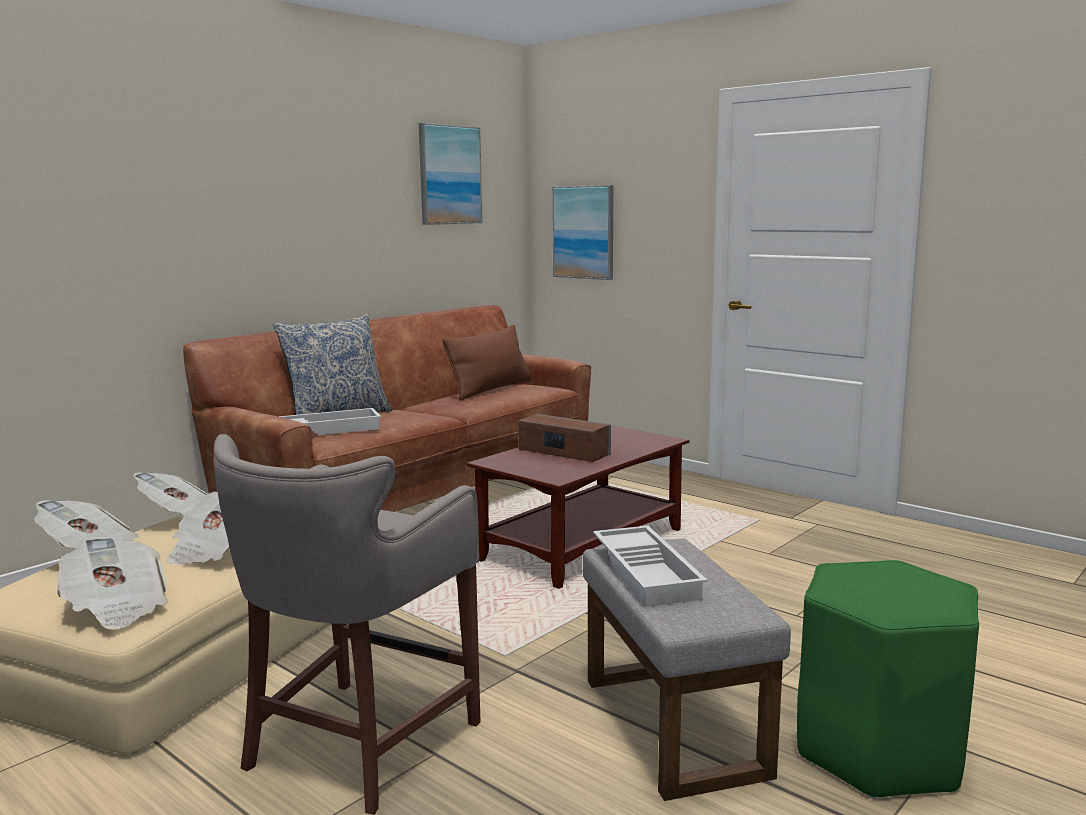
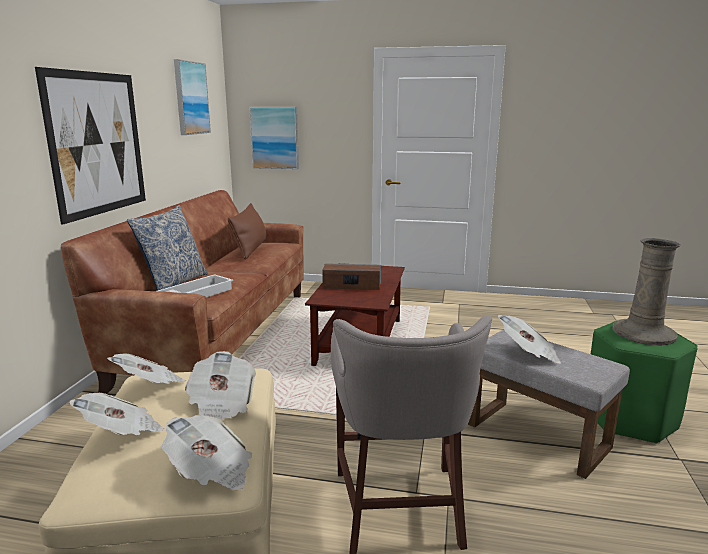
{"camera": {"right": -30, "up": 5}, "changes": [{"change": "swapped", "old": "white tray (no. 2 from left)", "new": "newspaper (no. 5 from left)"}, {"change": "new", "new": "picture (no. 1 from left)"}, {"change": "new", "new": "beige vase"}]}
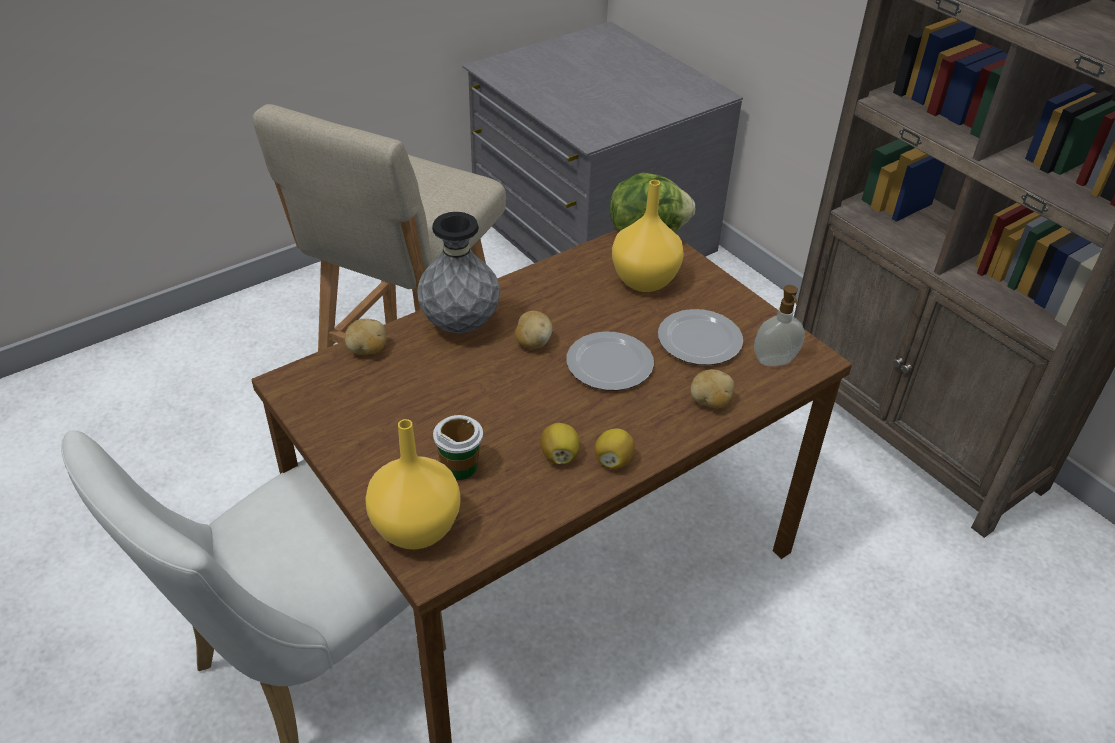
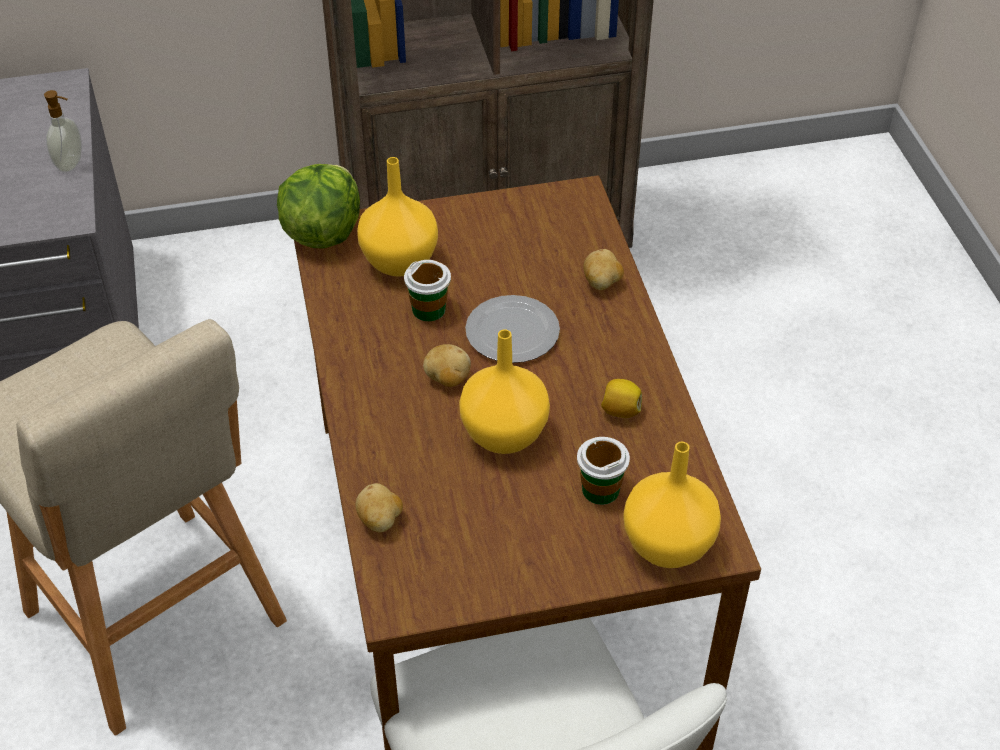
{"camera": {"right": -65, "up": 5}, "changes": [{"change": "gone", "old": "grey vase"}, {"change": "shifted", "old": "soap dispenser"}, {"change": "gone", "old": "plate (no. 2 from left)"}, {"change": "gone", "old": "lemon (no. 2 from left)"}, {"change": "new", "new": "cup (no. 1 from left)"}, {"change": "new", "new": "yellow vase (no. 2 from left)"}]}
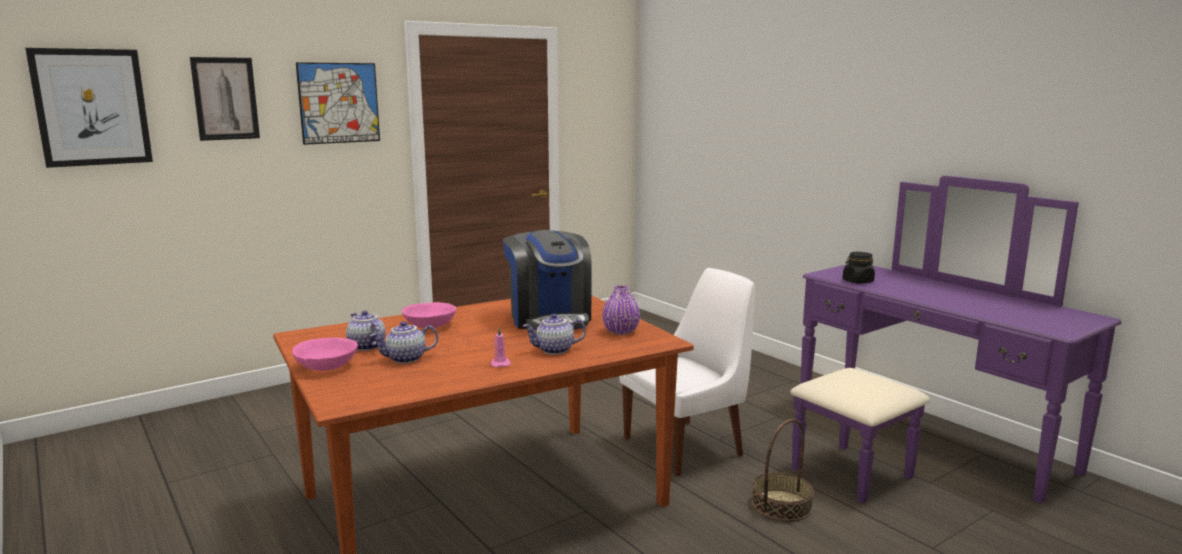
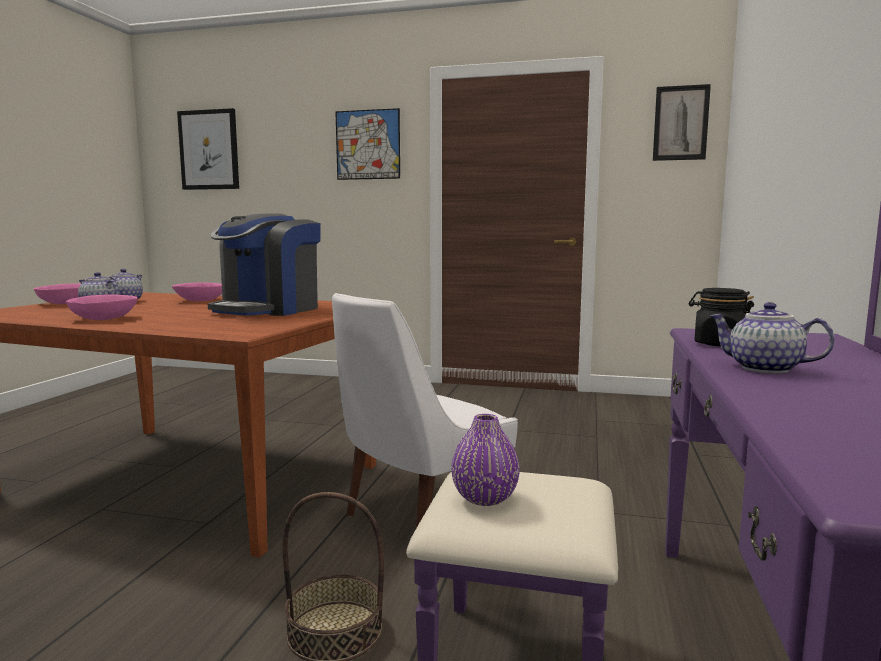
{"camera": {"right": 50, "up": -5}, "changes": [{"change": "shifted", "old": "picture (no. 2 from left in the first image)", "new": "picture (no. 3 from left)"}, {"change": "rotated", "old": "white chair", "degrees": 120}, {"change": "shifted", "old": "purple vase"}, {"change": "shifted", "old": "teapot (no. 3 from left)"}, {"change": "swapped", "old": "pink candle", "new": "pink bowl (no. 2 from left)"}]}
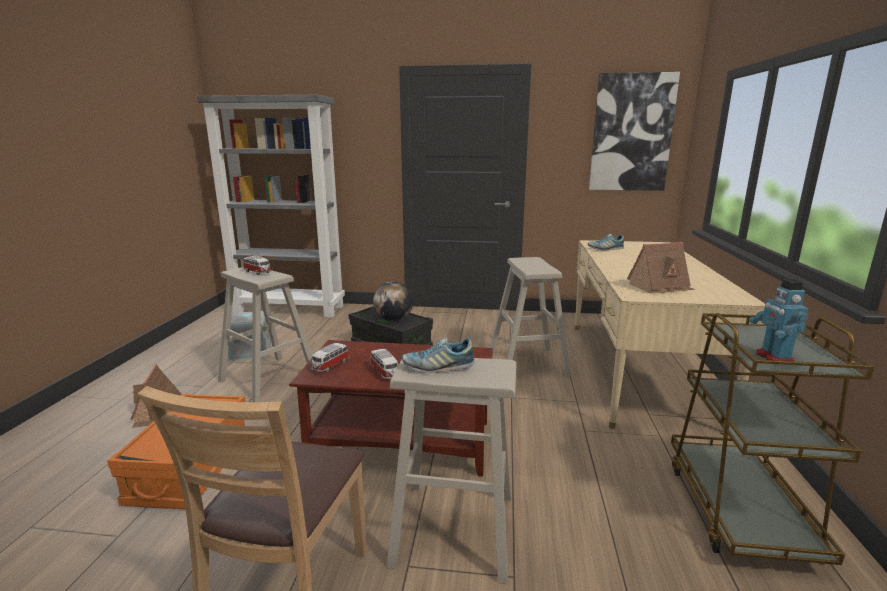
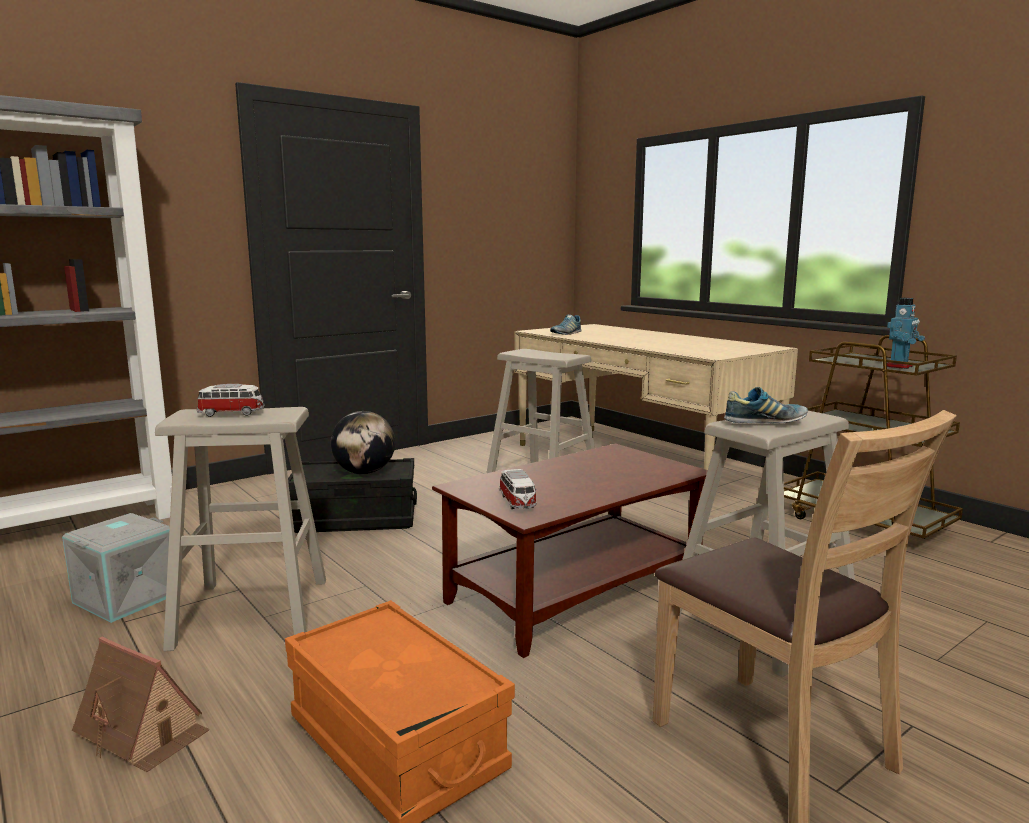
{"camera": {"right": -45, "up": -5}, "changes": [{"change": "gone", "old": "picture"}, {"change": "gone", "old": "toy house (no. 2 from left)"}, {"change": "rotated", "old": "toy robot", "degrees": -90}, {"change": "rotated", "old": "shoe (no. 1 from left in the first image)", "degrees": -135}, {"change": "gone", "old": "toy car (no. 3 from left)"}]}
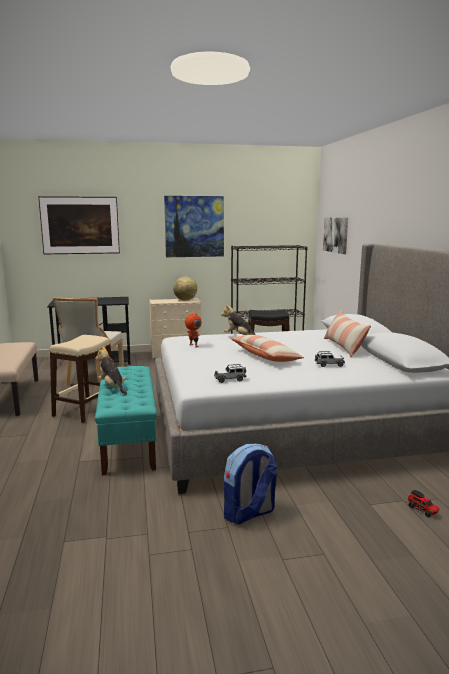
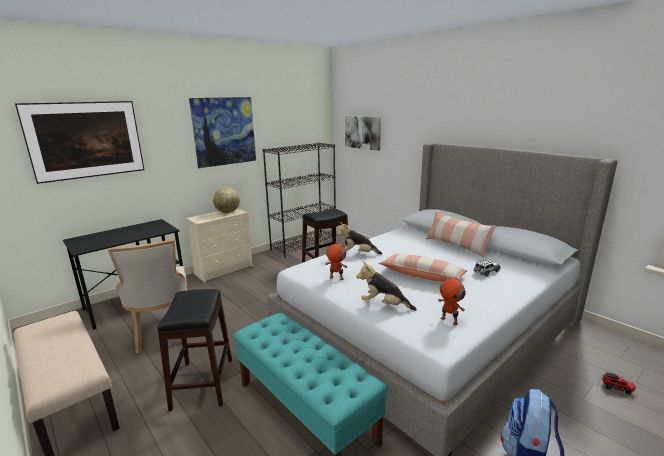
{"camera": {"right": -30, "up": 5}, "changes": [{"change": "repainted", "old": "beige stool", "new": "black stool (no. 1 from left)"}, {"change": "shifted", "old": "plush toy (no. 1 from left in the first image)", "new": "plush toy (no. 2 from left)"}, {"change": "swapped", "old": "toy car (no. 1 from left)", "new": "toy robot (no. 2 from left)"}]}
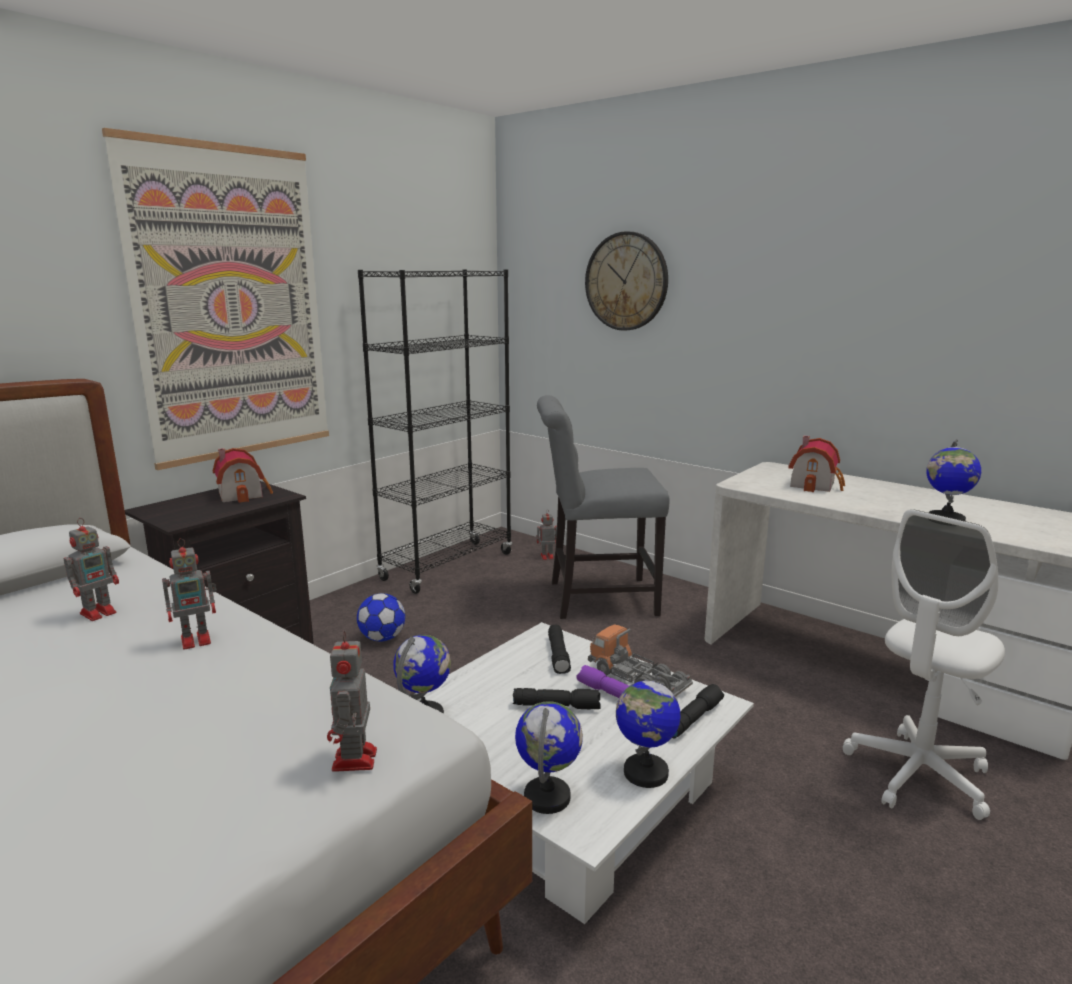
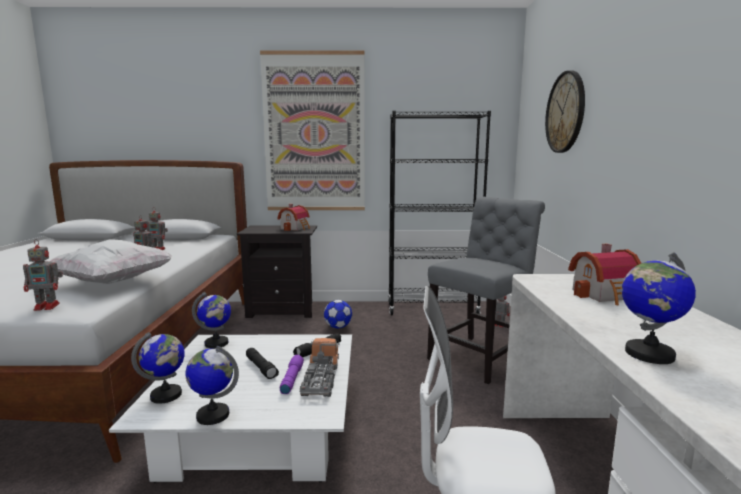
{"camera": {"right": 50, "up": -5}, "changes": [{"change": "rotated", "old": "grey chair", "degrees": 90}, {"change": "rotated", "old": "toy robot (no. 3 from left in the first image)", "degrees": -150}, {"change": "gone", "old": "black flashlight (no. 3 from left)"}, {"change": "new", "new": "white pillow"}]}
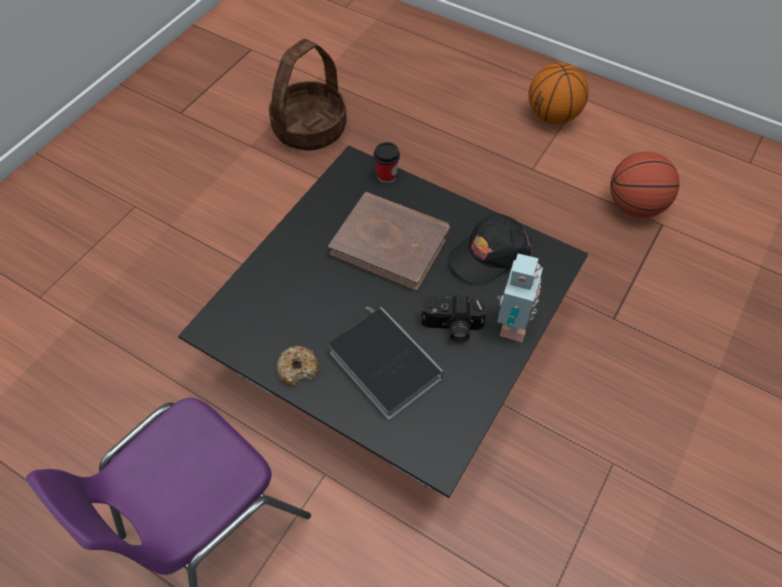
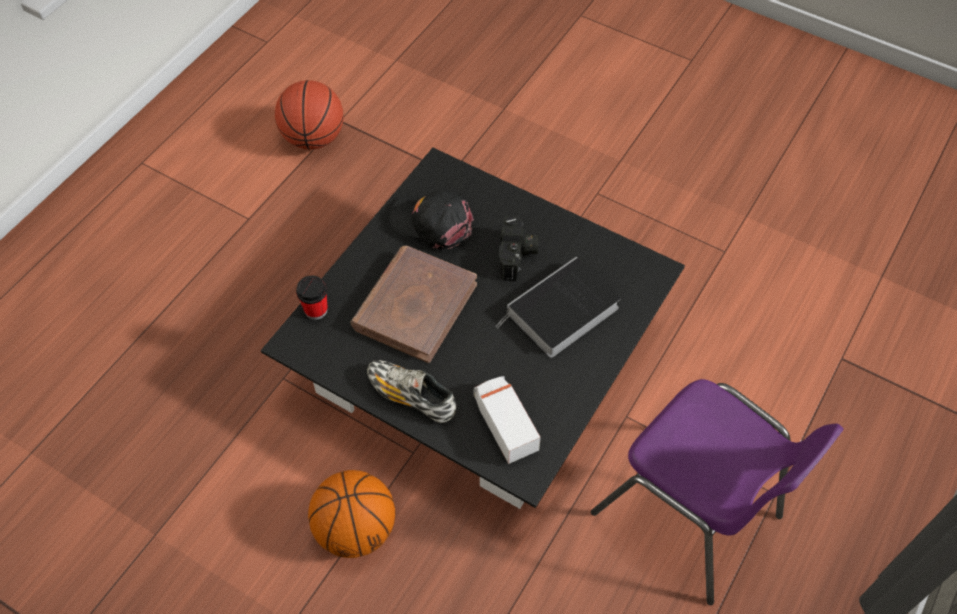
{"camera": {"right": -90, "up": 0}, "changes": [{"change": "gone", "old": "basket"}, {"change": "shifted", "old": "basketball (no. 1 from left in the first image)", "new": "basketball (no. 2 from left)"}, {"change": "rotated", "old": "black cap", "degrees": 150}, {"change": "gone", "old": "toy robot"}, {"change": "gone", "old": "donut"}, {"change": "new", "new": "shoe"}, {"change": "new", "new": "toy truck"}]}
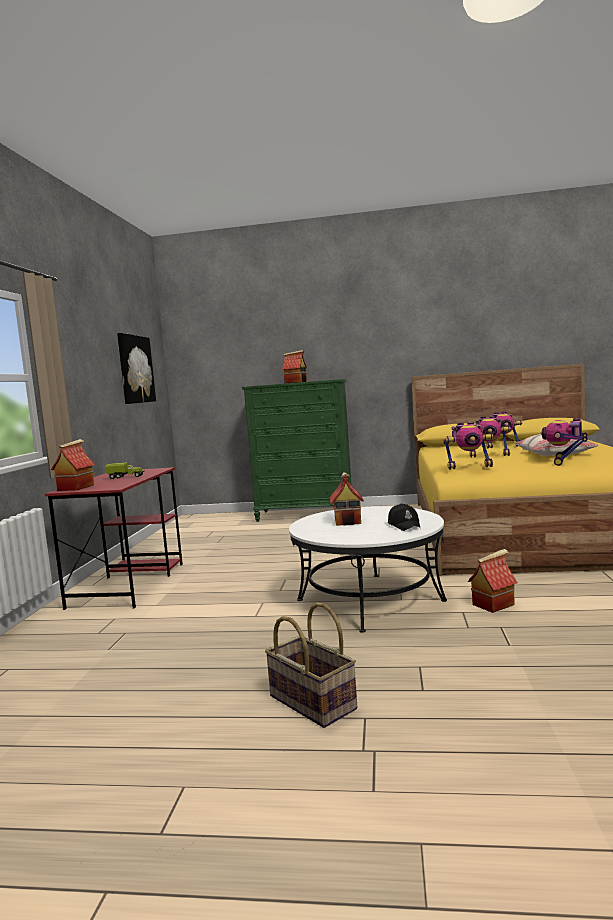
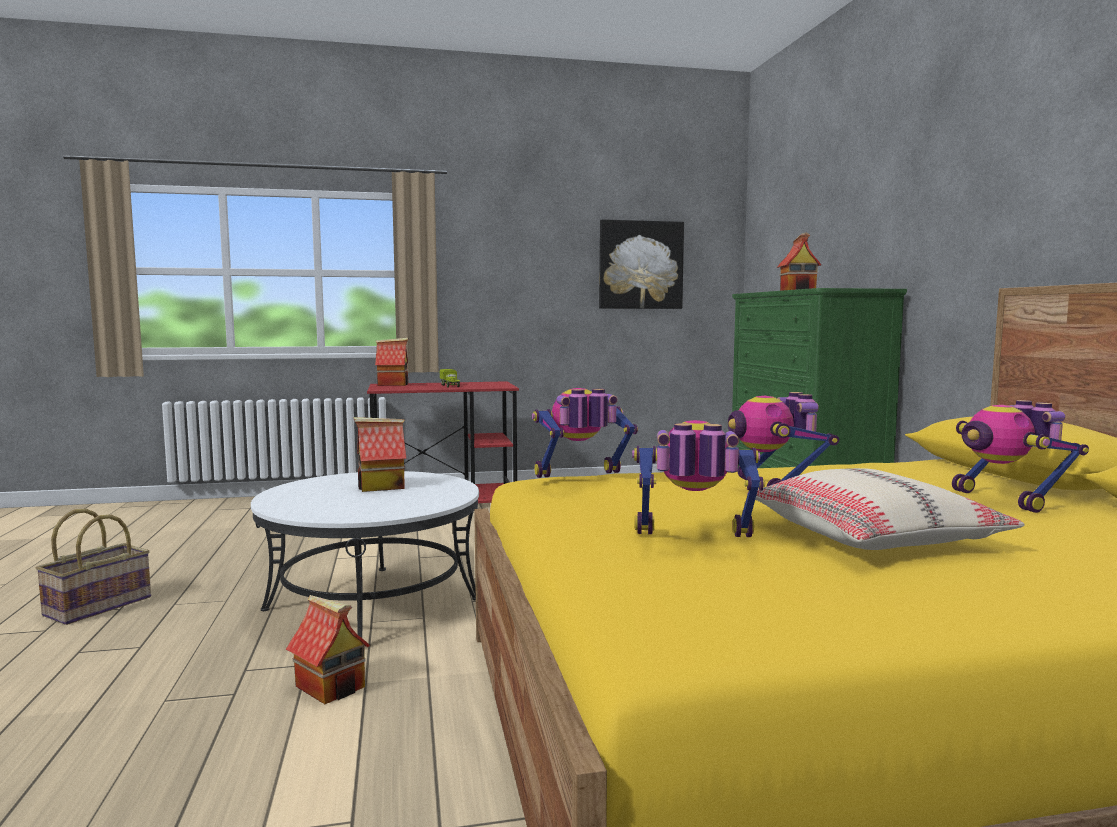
{"camera": {"right": 70, "up": 0}, "changes": [{"change": "rotated", "old": "toy robot (no. 1 from left)", "degrees": 90}, {"change": "gone", "old": "black cap"}]}
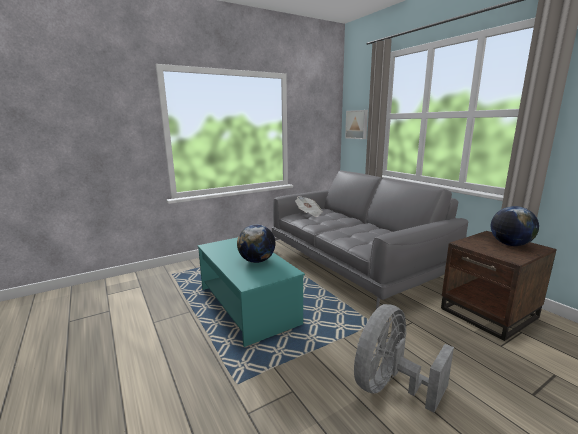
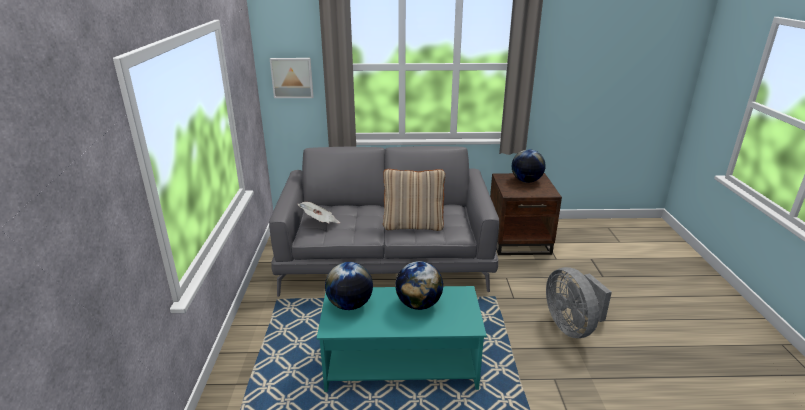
{"camera": {"right": -60, "up": 10}, "changes": [{"change": "new", "new": "beige pillow"}, {"change": "new", "new": "globe (no. 1 from left)"}]}
